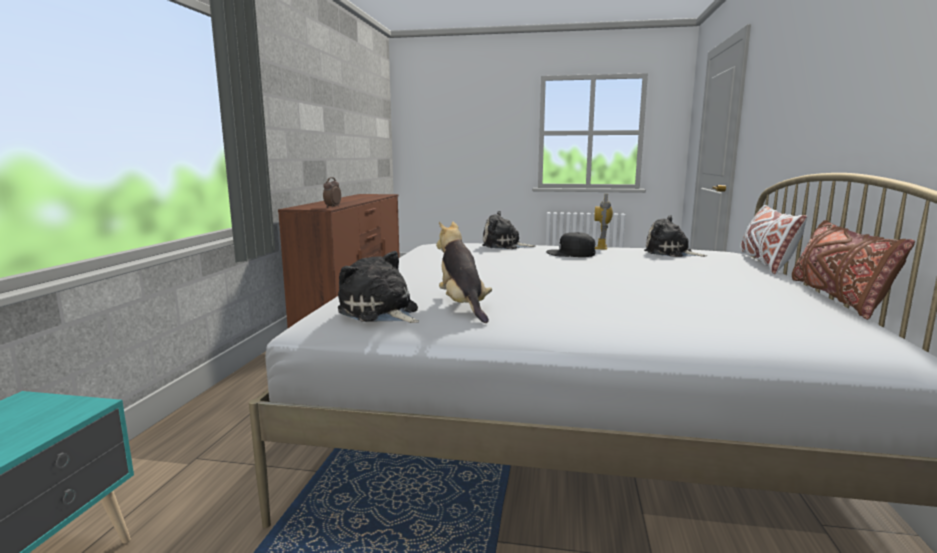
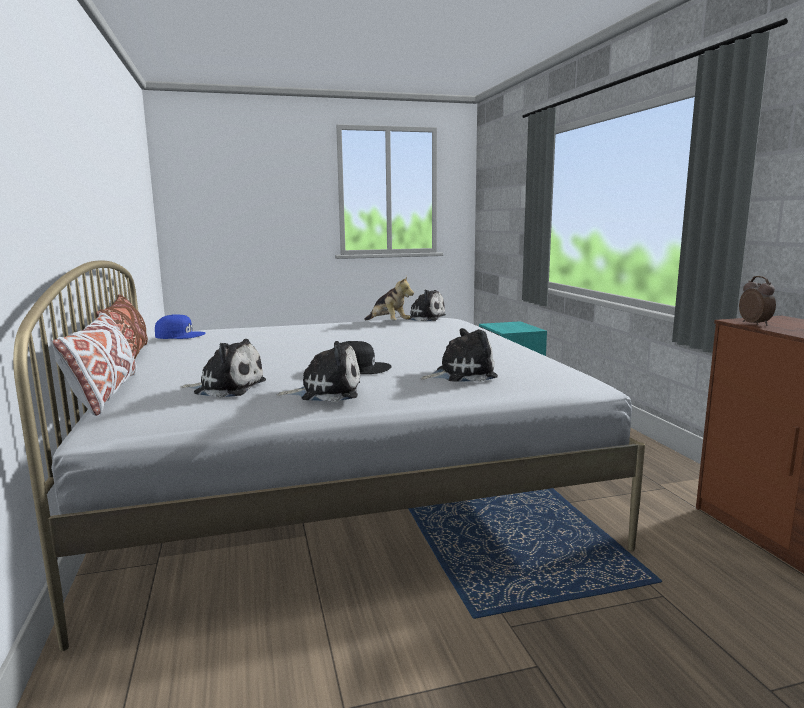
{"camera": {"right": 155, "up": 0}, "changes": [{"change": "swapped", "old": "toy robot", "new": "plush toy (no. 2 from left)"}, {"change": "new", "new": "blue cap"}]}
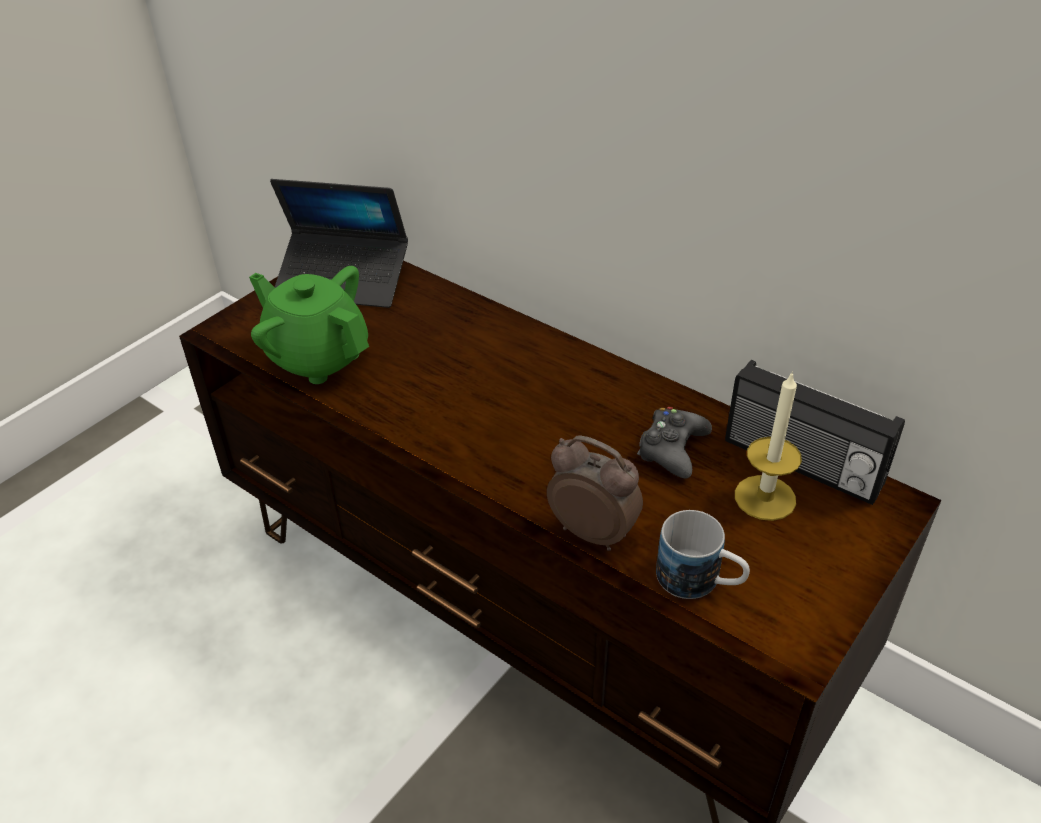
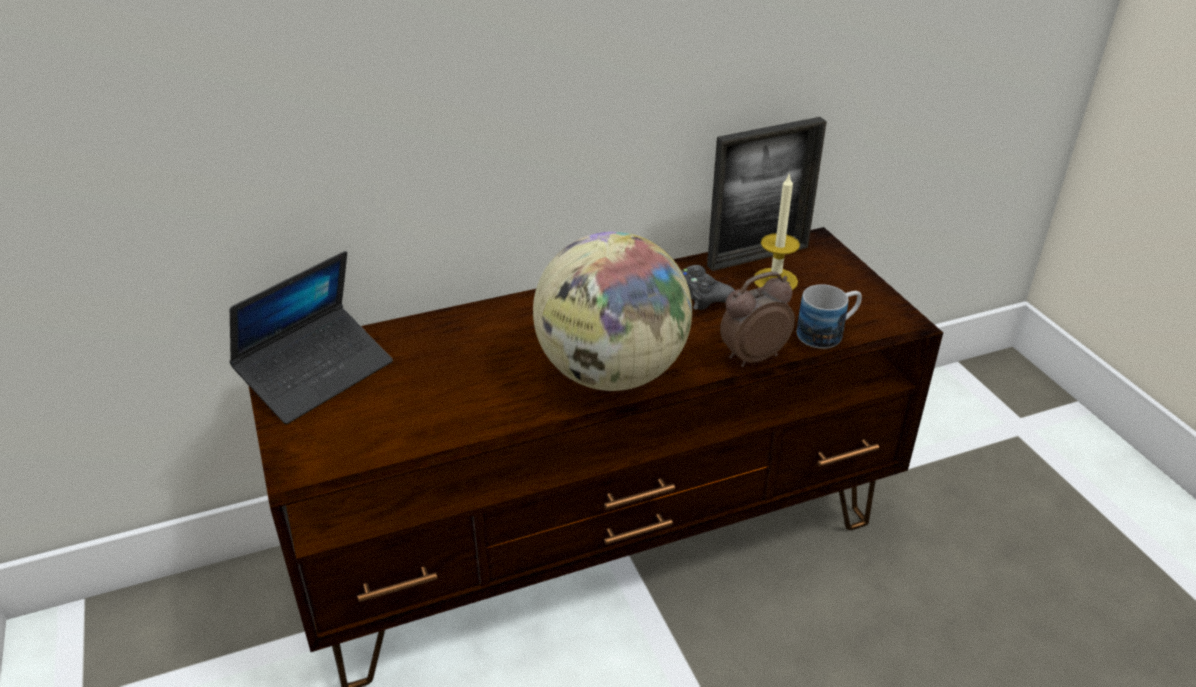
{"camera": {"right": -60, "up": -5}, "changes": [{"change": "gone", "old": "green teapot"}, {"change": "swapped", "old": "radio", "new": "picture frame"}, {"change": "new", "new": "globe"}]}
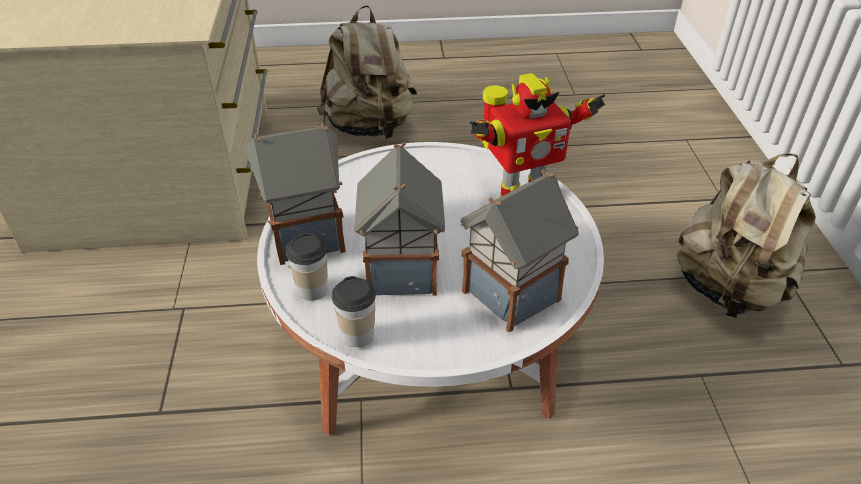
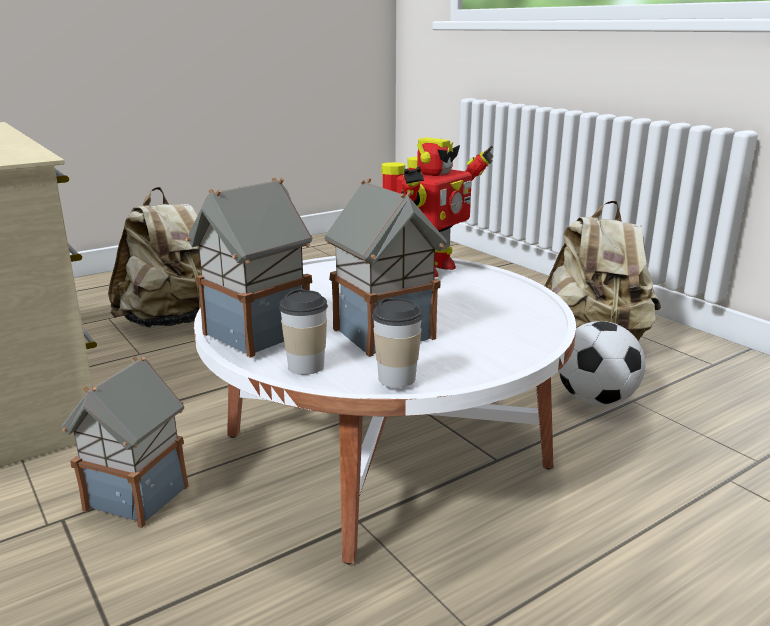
{"camera": {"right": -30, "up": -20}, "changes": [{"change": "shifted", "old": "toy house (no. 3 from left in the first image)", "new": "toy house (no. 1 from left)"}, {"change": "new", "new": "football"}]}
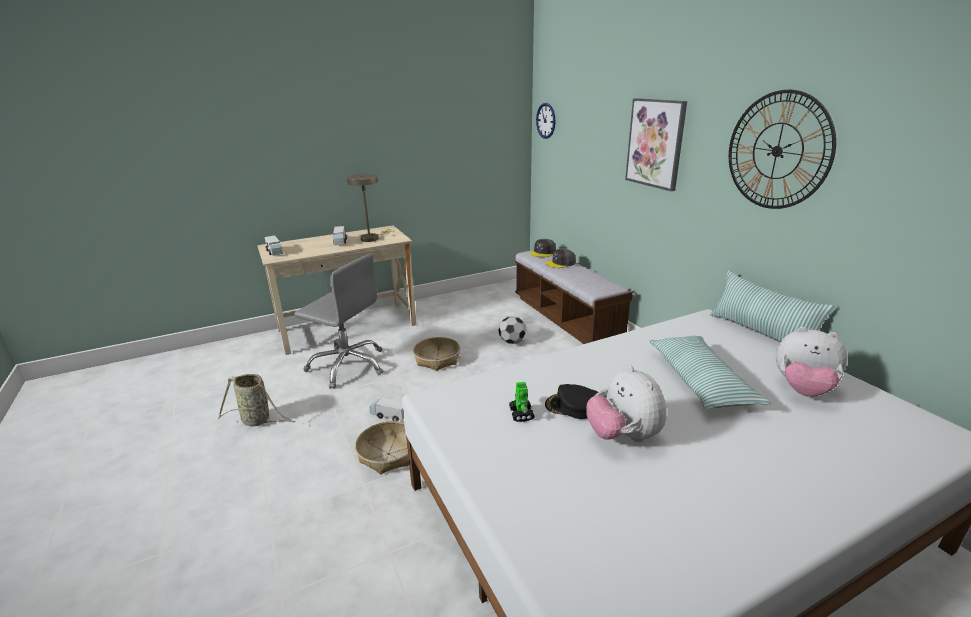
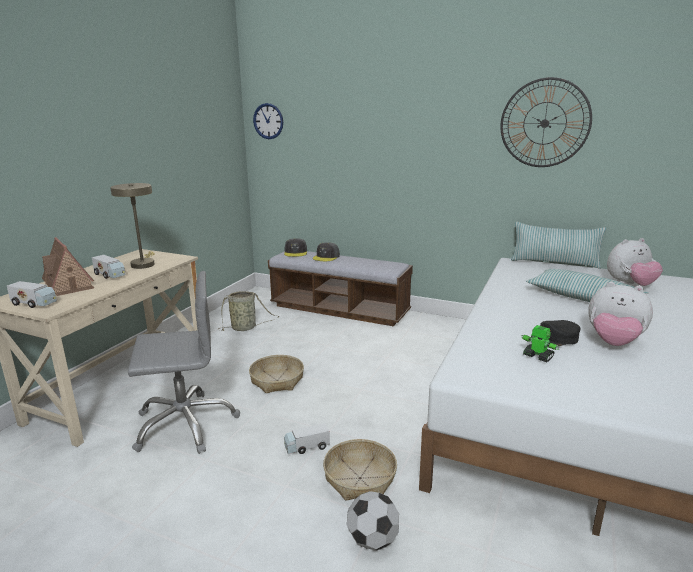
{"camera": {"right": -40, "up": -5}, "changes": [{"change": "gone", "old": "picture"}, {"change": "shifted", "old": "football"}, {"change": "shifted", "old": "basket (no. 1 from left)"}, {"change": "new", "new": "toy house"}]}
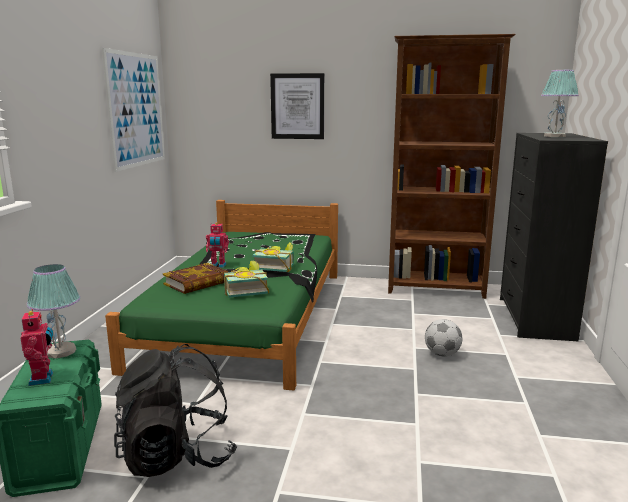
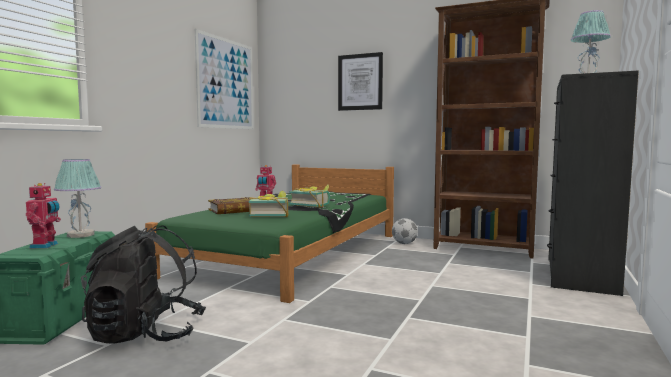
{"camera": {"right": 15, "up": -10}, "changes": [{"change": "shifted", "old": "football"}]}
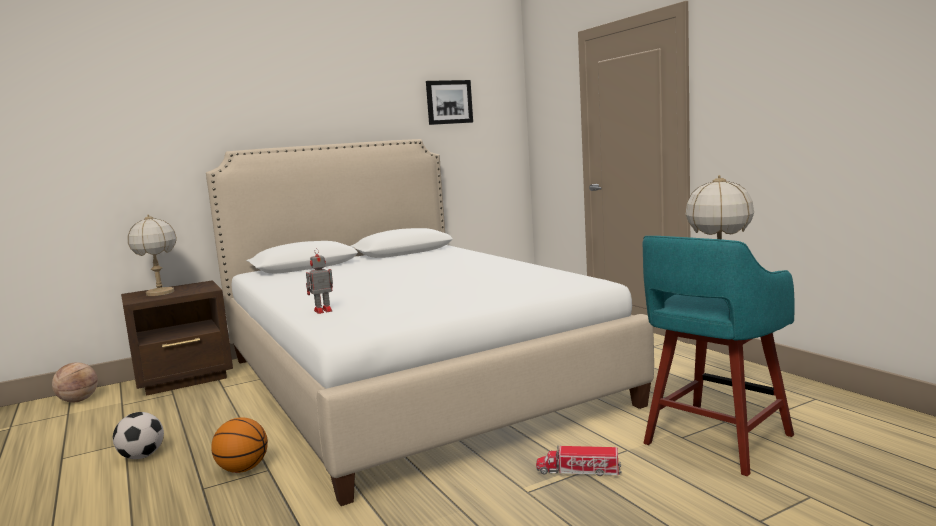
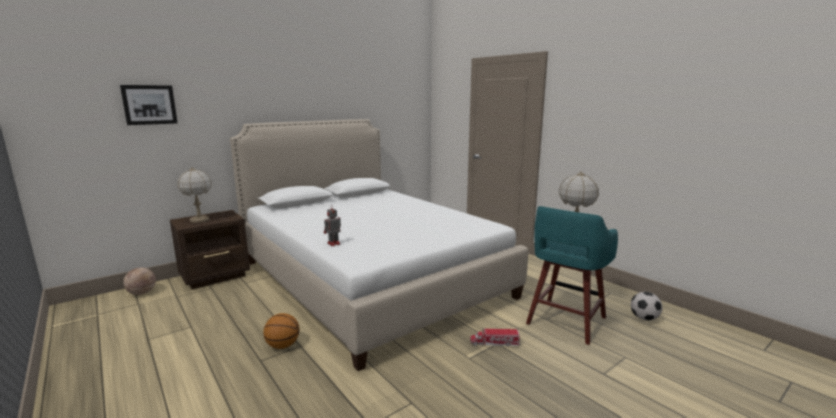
{"camera": {"right": -10, "up": 5}, "changes": [{"change": "shifted", "old": "picture"}, {"change": "shifted", "old": "football"}]}
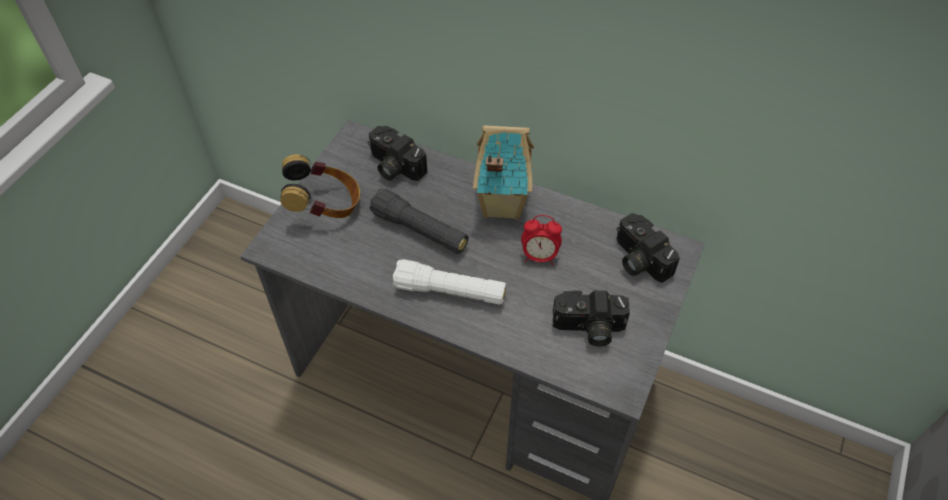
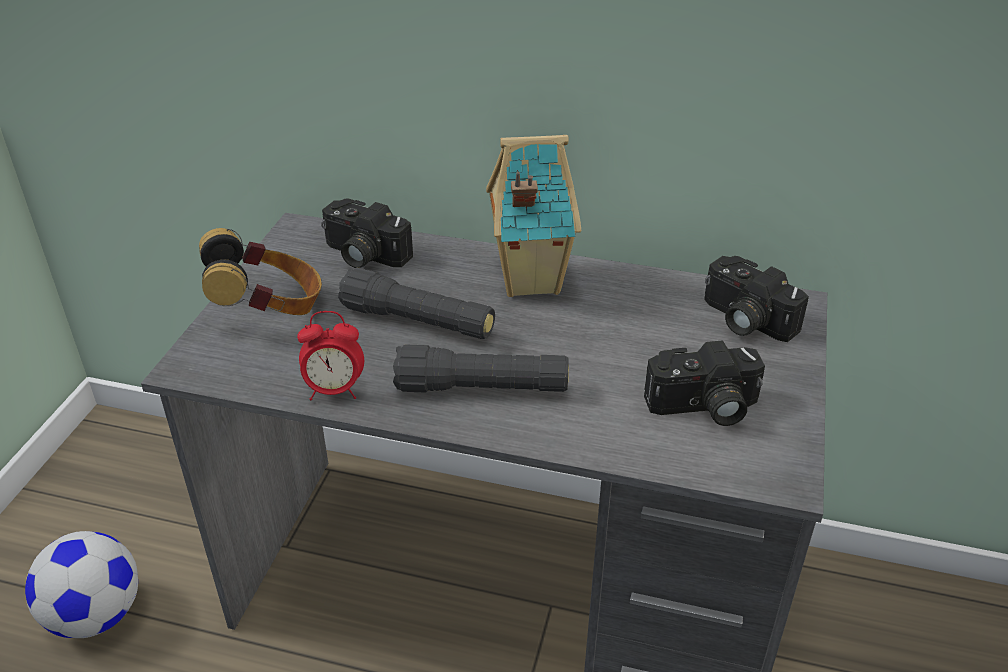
{"camera": {"right": -10, "up": -15}, "changes": [{"change": "shifted", "old": "alarm clock"}, {"change": "repainted", "old": "white flashlight", "new": "black flashlight (no. 2 from left)"}, {"change": "new", "new": "football"}]}
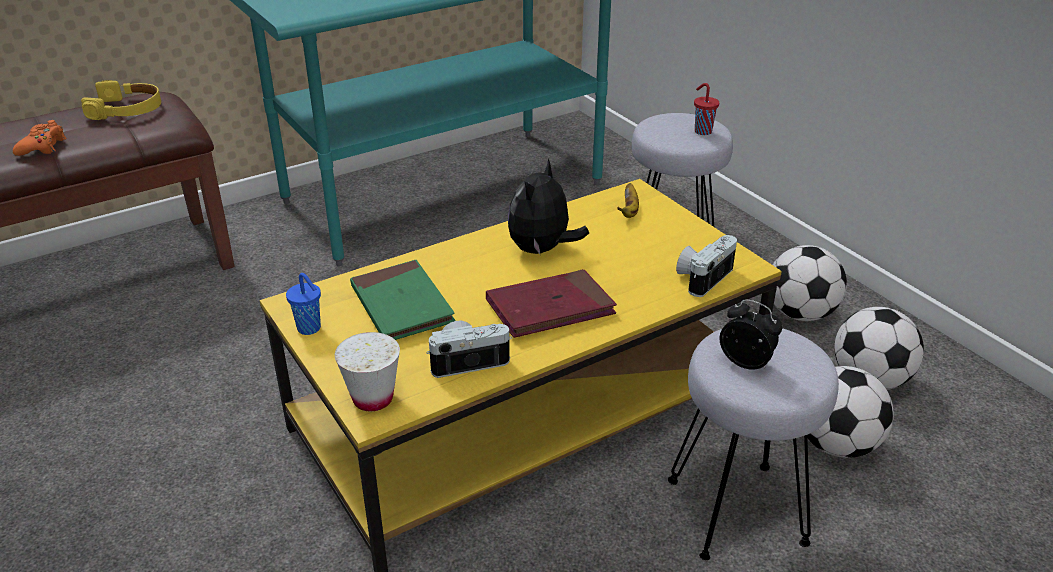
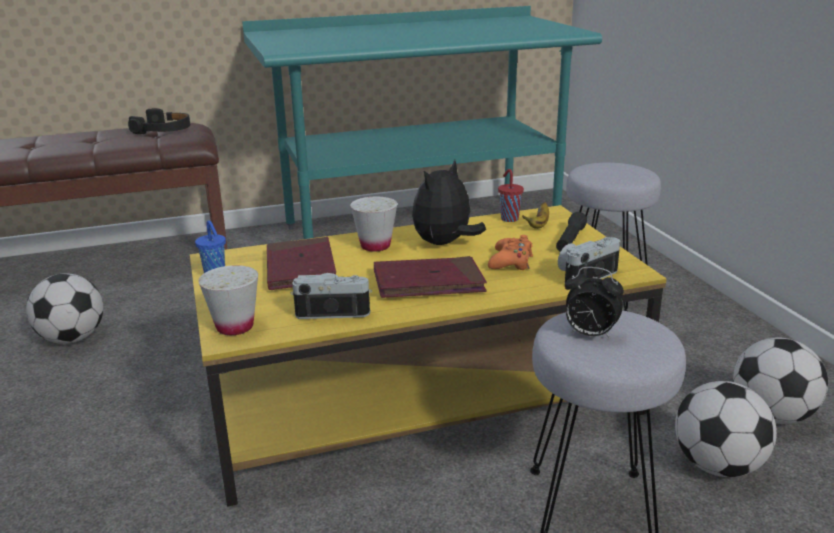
{"camera": {"right": 15, "up": -10}, "changes": [{"change": "repainted", "old": "yellow headphones", "new": "black headphones"}, {"change": "shifted", "old": "red cup"}, {"change": "shifted", "old": "orange game controller"}, {"change": "shifted", "old": "football (no. 1 from left)"}, {"change": "repainted", "old": "green book", "new": "red book (no. 1 from left)"}, {"change": "rotated", "old": "alarm clock", "degrees": 150}, {"change": "new", "new": "white cup (no. 2 from left)"}, {"change": "new", "new": "black flashlight"}]}
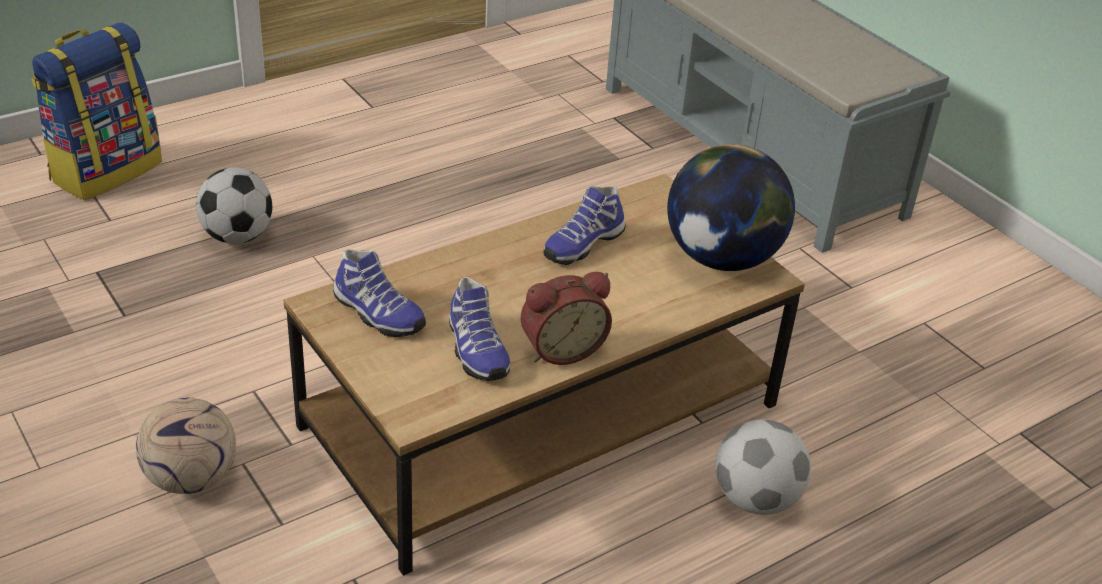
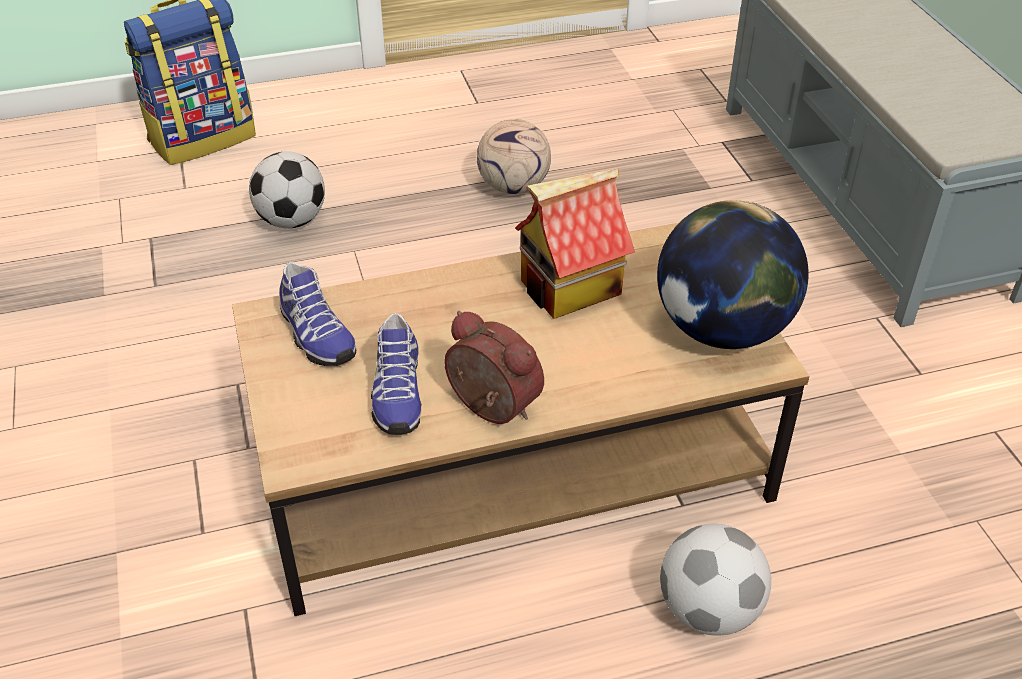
{"camera": {"right": 20, "up": 5}, "changes": [{"change": "swapped", "old": "shoe (no. 3 from left)", "new": "toy house"}, {"change": "rotated", "old": "alarm clock", "degrees": -135}, {"change": "shifted", "old": "football (no. 1 from left in the first image)", "new": "football (no. 2 from left)"}]}
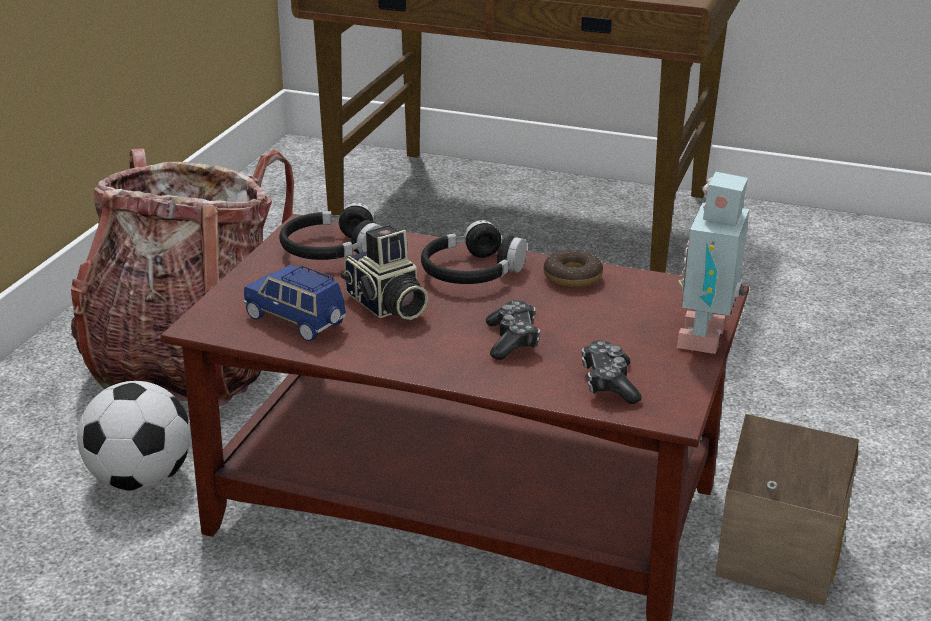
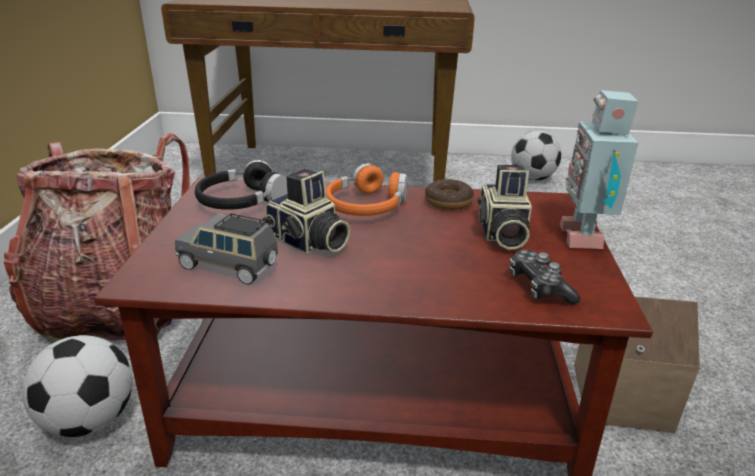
{"camera": {"right": -15, "up": 0}, "changes": [{"change": "repainted", "old": "black headphones (no. 2 from left)", "new": "orange headphones"}, {"change": "repainted", "old": "blue toy car", "new": "grey toy car"}, {"change": "gone", "old": "game controller (no. 1 from left)"}, {"change": "new", "new": "football (no. 2 from left)"}, {"change": "new", "new": "photo camera (no. 2 from left)"}]}
